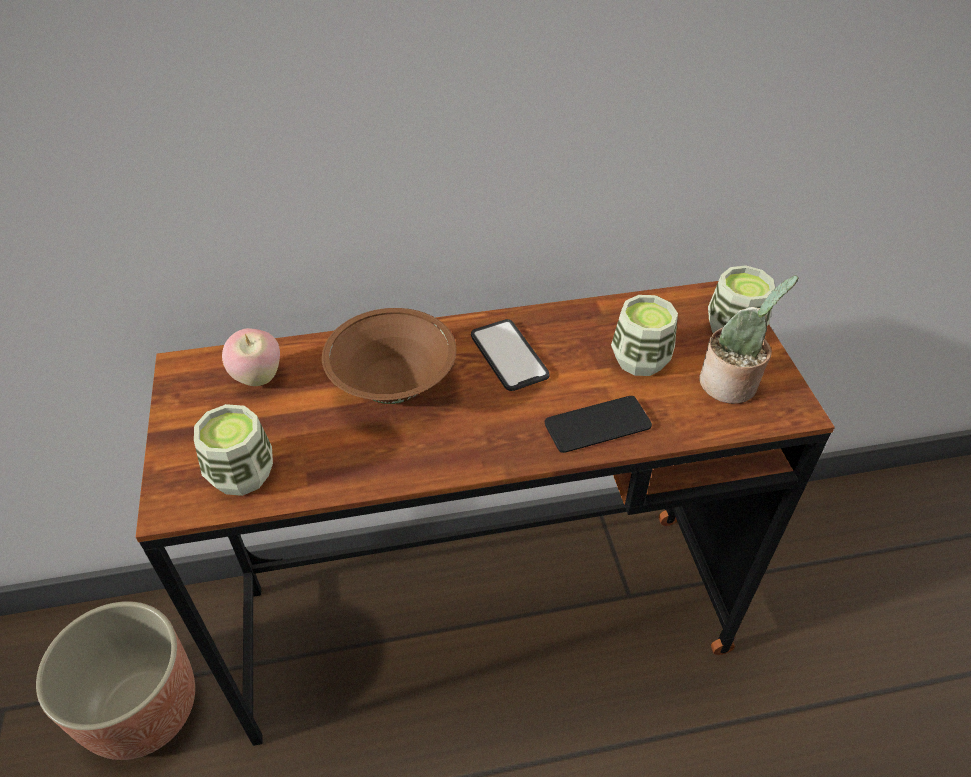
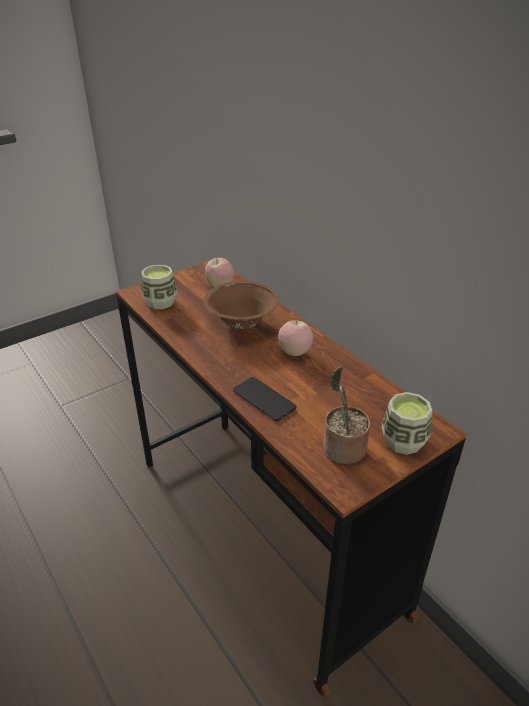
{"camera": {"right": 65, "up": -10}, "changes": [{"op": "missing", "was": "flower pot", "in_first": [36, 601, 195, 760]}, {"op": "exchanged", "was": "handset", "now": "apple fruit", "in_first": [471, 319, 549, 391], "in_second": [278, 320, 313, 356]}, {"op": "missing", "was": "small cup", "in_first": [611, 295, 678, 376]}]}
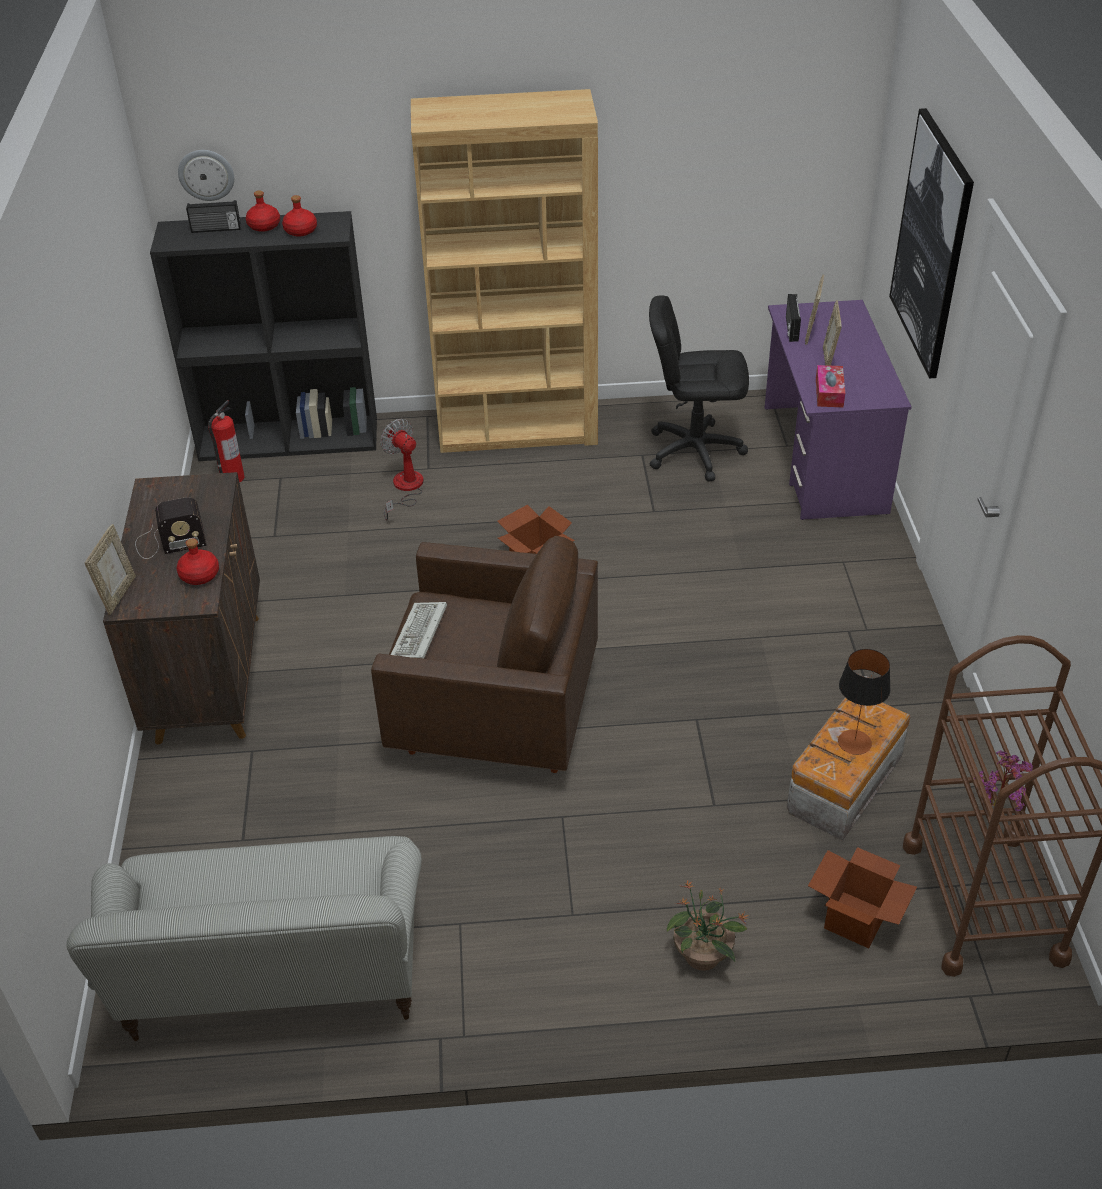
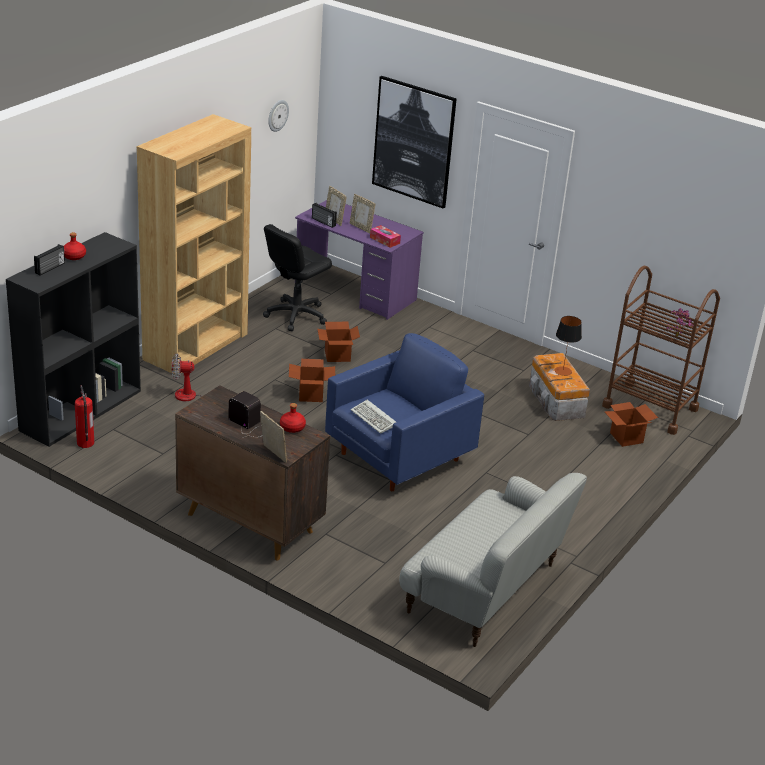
{"camera": {"right": -55, "up": -10}, "changes": [{"op": "spun", "was": "radio set", "in_first": [135, 497, 207, 559], "in_second": [229, 391, 263, 438], "clockwise": -75}, {"op": "relocated", "was": "clock on the wall", "in_first": [178, 150, 234, 201], "in_second": [268, 100, 289, 132]}, {"op": "missing", "was": "red beverage bottle", "in_first": [282, 195, 317, 237]}, {"op": "colour", "was": "brown-coloured lounge chair", "now": "bluish lounge chair", "in_first": [371, 536, 598, 773], "in_second": [325, 333, 484, 491]}, {"op": "missing", "was": "houseplant", "in_first": [667, 880, 749, 971]}, {"op": "appeared", "now": "carton", "in_second": [317, 322, 360, 362]}]}
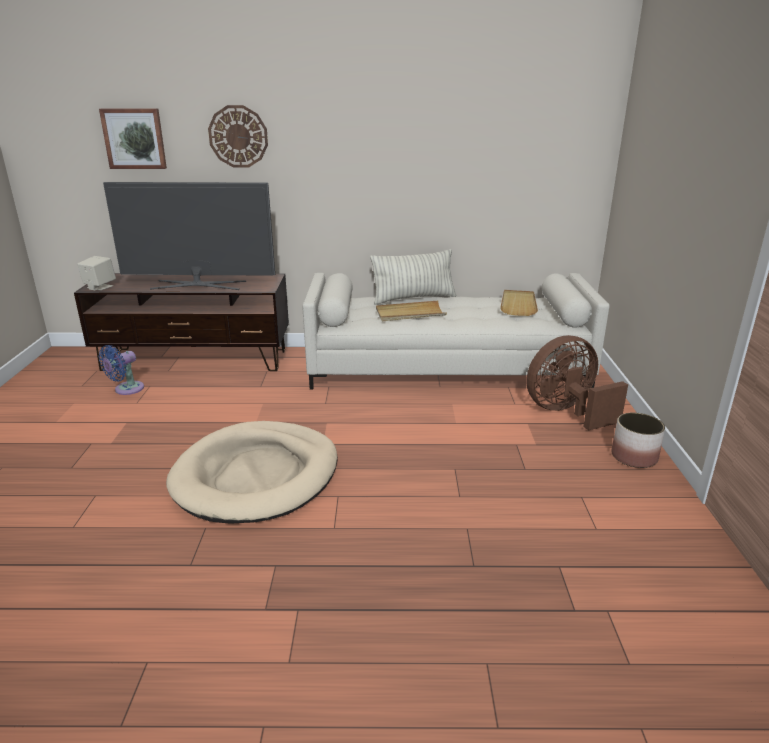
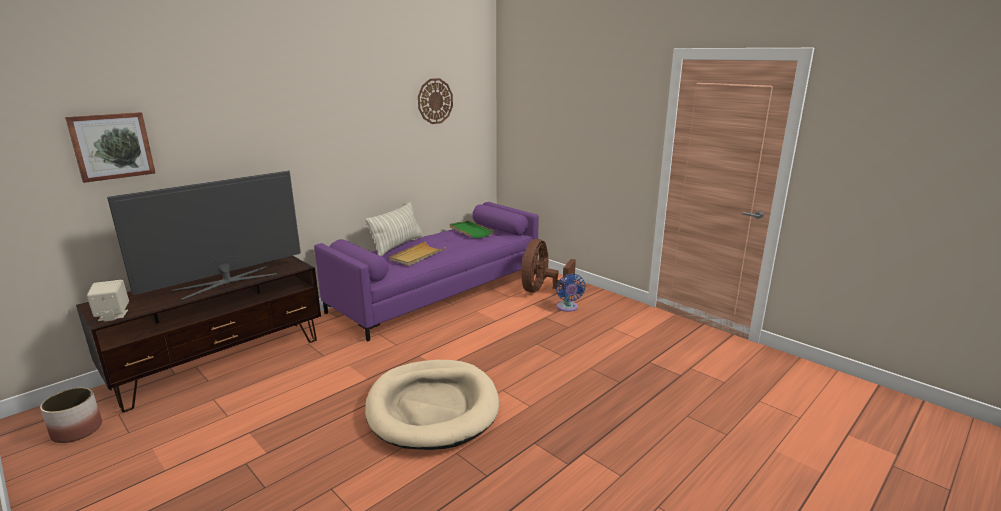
{"camera": {"right": -45, "up": -5}, "changes": [{"op": "relocated", "was": "bluish electric fan", "in_first": [99, 345, 144, 395], "in_second": [556, 274, 585, 312]}, {"op": "relocated", "was": "clock on the wall", "in_first": [208, 105, 268, 168], "in_second": [418, 78, 453, 124]}, {"op": "colour", "was": "sand-coloured sofa", "now": "purple-coloured sofa", "in_first": [303, 273, 609, 390], "in_second": [314, 202, 539, 341]}, {"op": "colour", "was": "sand-coloured tray", "now": "green tray", "in_first": [500, 290, 538, 316], "in_second": [450, 221, 494, 238]}, {"op": "relocated", "was": "flower pot", "in_first": [611, 413, 665, 468], "in_second": [40, 387, 102, 443]}]}
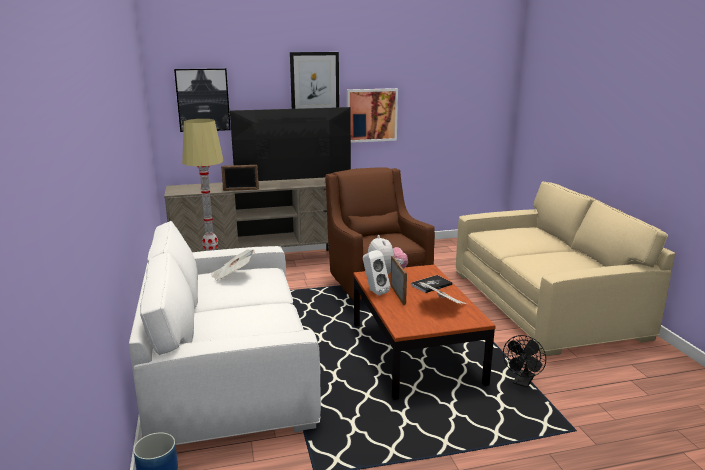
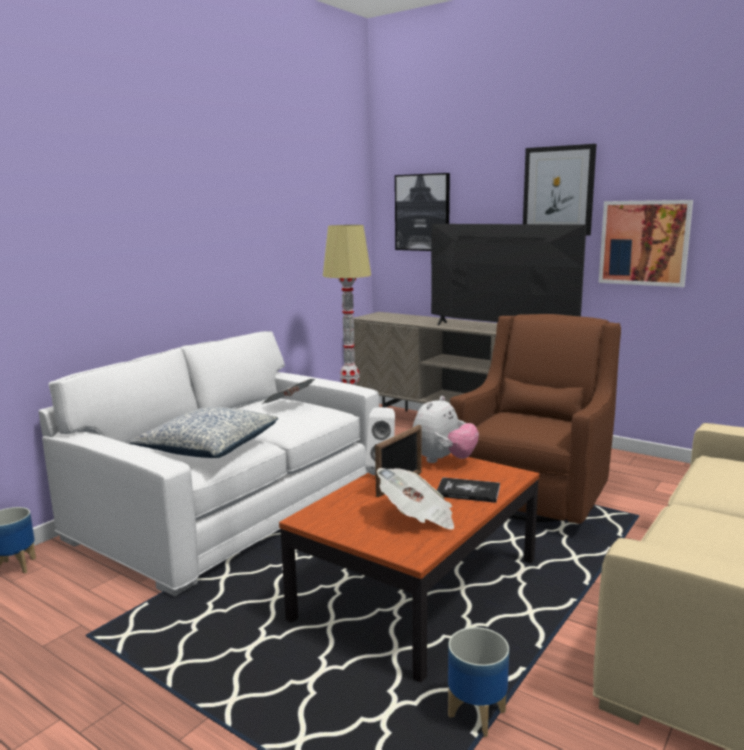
{"camera": {"right": 50, "up": -5}, "changes": [{"op": "missing", "was": "photo frame", "in_first": [221, 165, 259, 191]}, {"op": "exchanged", "was": "black electric fan", "now": "flower pot", "in_first": [503, 335, 546, 388], "in_second": [448, 627, 509, 737]}, {"op": "appeared", "now": "throw pillow", "in_second": [130, 407, 278, 458]}]}
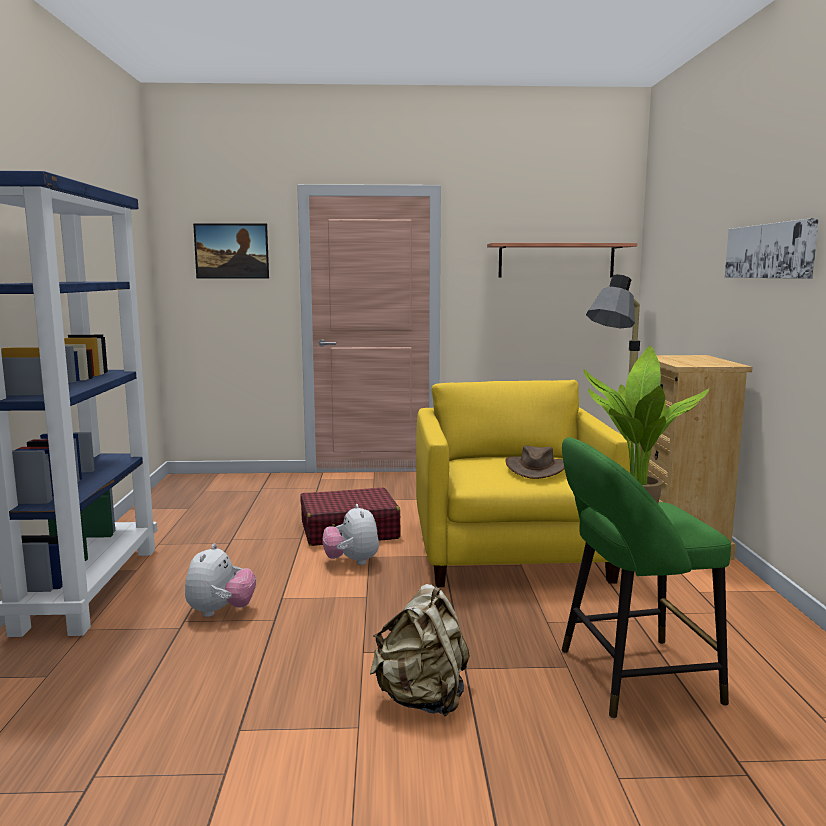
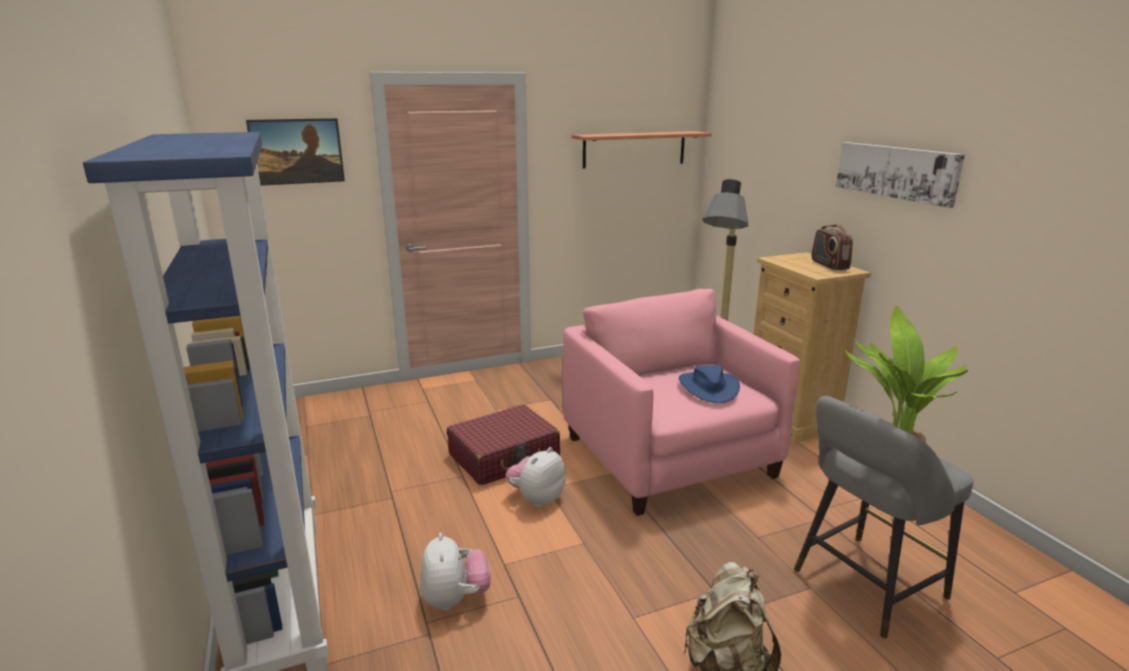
{"camera": {"right": -20, "up": 10}, "changes": [{"op": "spun", "was": "cuddly toy", "in_first": [322, 504, 379, 565], "in_second": [505, 447, 566, 507], "clockwise": 75}, {"op": "colour", "was": "yellow lounge chair", "now": "pinkish lounge chair", "in_first": [416, 380, 631, 587], "in_second": [563, 289, 800, 516]}, {"op": "colour", "was": "brown-coloured hat", "now": "bluish hat", "in_first": [505, 445, 564, 479], "in_second": [679, 365, 740, 403]}, {"op": "colour", "was": "green stool seat", "now": "gray stool seat", "in_first": [562, 437, 731, 718], "in_second": [794, 396, 973, 639]}, {"op": "appeared", "now": "radio set", "in_second": [812, 224, 853, 270]}]}
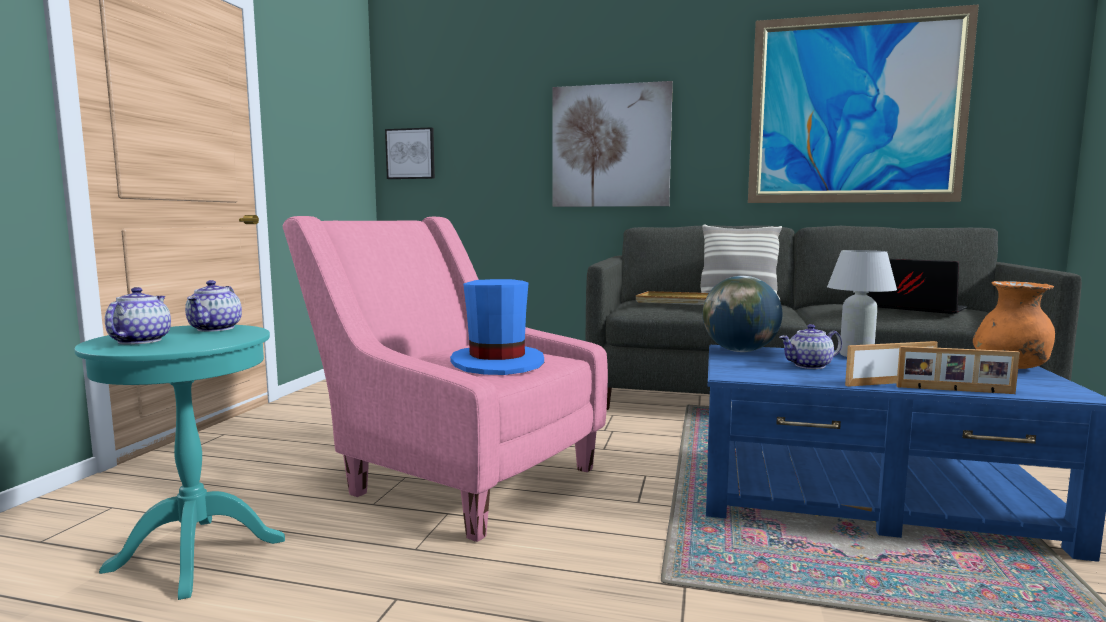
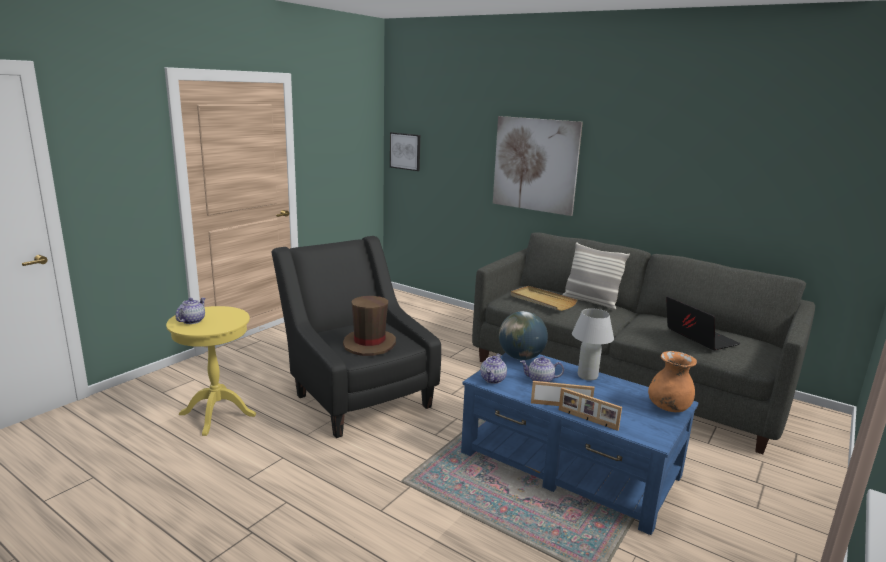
{"camera": {"right": 20, "up": 10}, "changes": [{"op": "colour", "was": "blue-green end table", "now": "yellow end table", "in_first": [75, 325, 285, 600], "in_second": [166, 306, 256, 436]}, {"op": "relocated", "was": "tea pot", "in_first": [185, 280, 242, 332], "in_second": [480, 354, 507, 384]}, {"op": "colour", "was": "pinkish lounge chair", "now": "black lounge chair", "in_first": [283, 216, 608, 542], "in_second": [272, 236, 441, 438]}, {"op": "colour", "was": "bluish hat", "now": "brown-coloured hat", "in_first": [450, 279, 544, 375], "in_second": [343, 296, 396, 356]}, {"op": "missing", "was": "wall art", "in_first": [748, 4, 979, 203]}]}
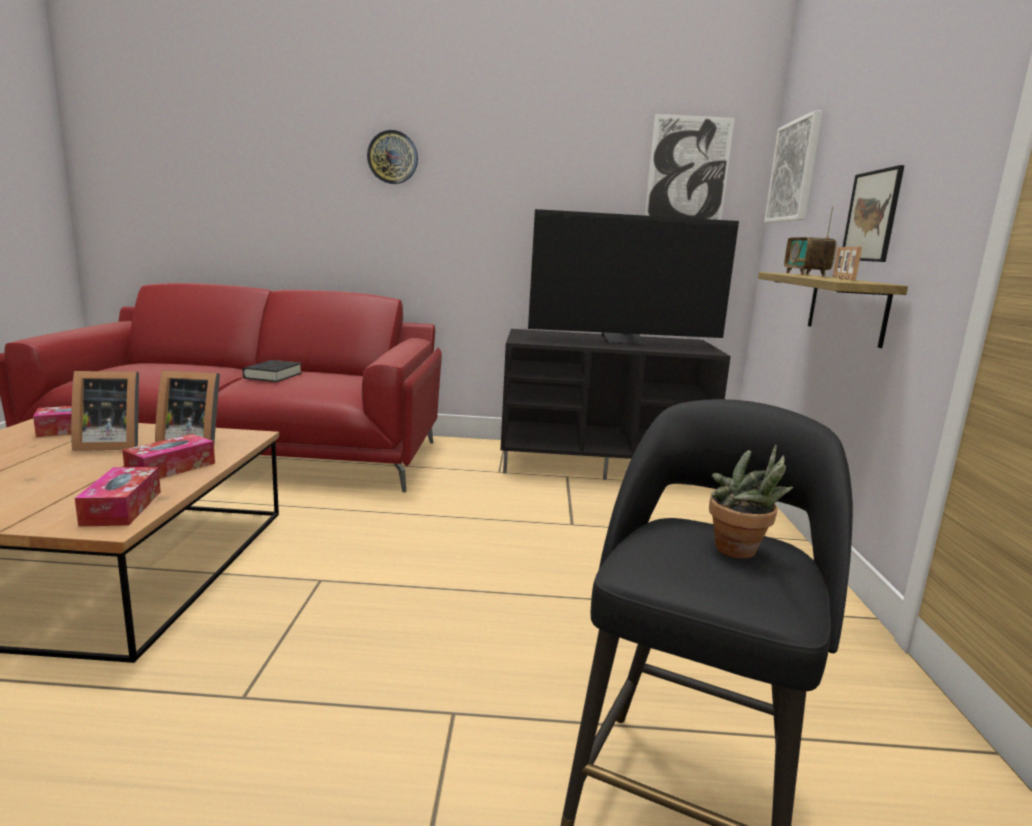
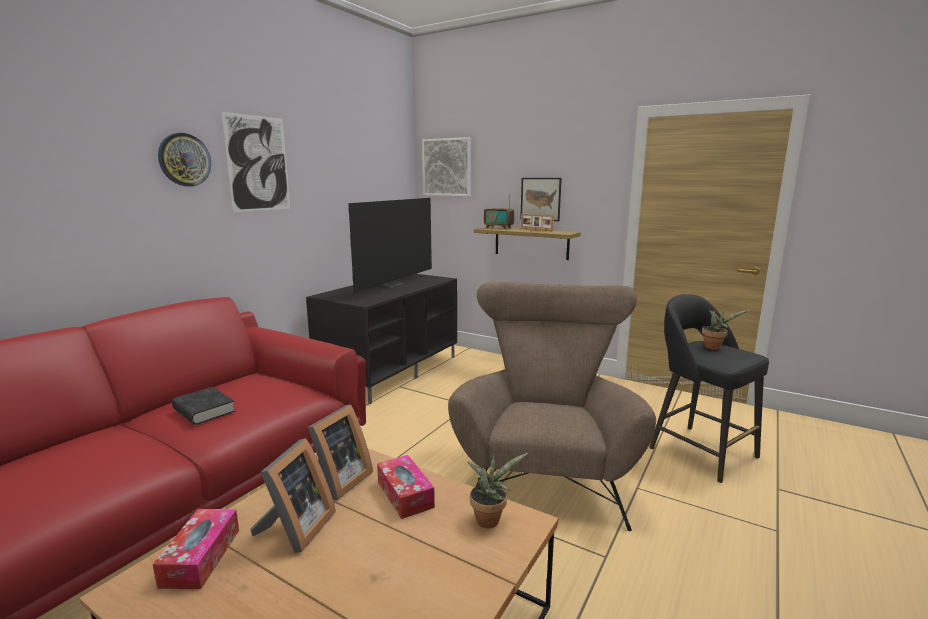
{"camera": {"right": -60, "up": 0}, "changes": [{"op": "exchanged", "was": "tissue box", "now": "houseplant", "in_first": [75, 467, 161, 527], "in_second": [467, 453, 528, 529]}, {"op": "relocated", "was": "wall art", "in_first": [645, 114, 734, 220], "in_second": [221, 112, 290, 212]}, {"op": "appeared", "now": "brown-coloured lounge chair", "in_second": [448, 282, 656, 531]}]}
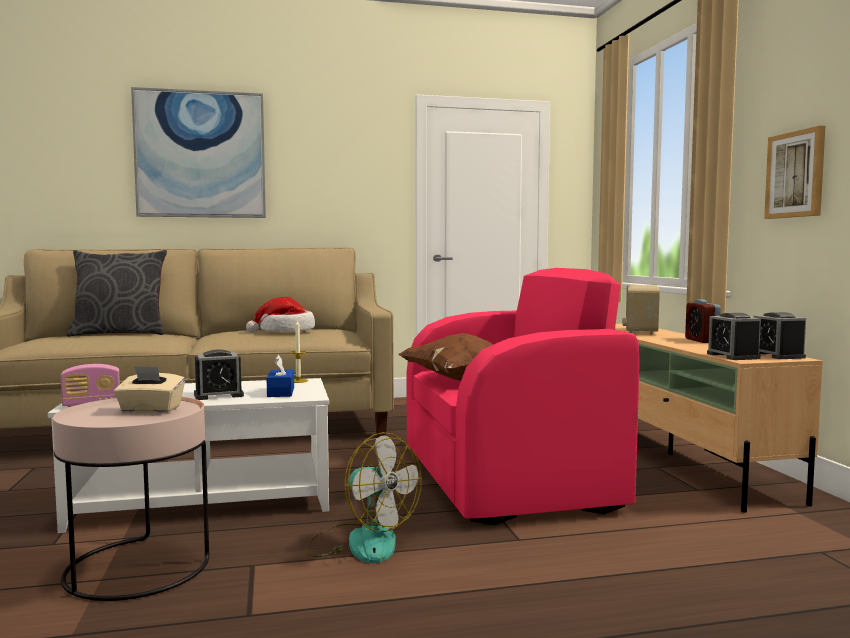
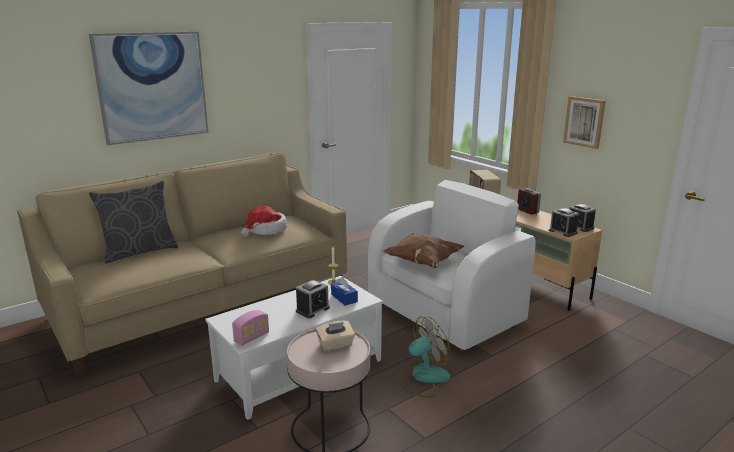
{"camera": {"right": -25, "up": 15}, "changes": [{"op": "spun", "was": "electric fan", "in_first": [306, 432, 422, 563], "in_second": [396, 316, 451, 398], "clockwise": -45}, {"op": "colour", "was": "pinkish lounge chair", "now": "white-coloured lounge chair", "in_first": [407, 268, 639, 525], "in_second": [368, 180, 536, 350]}]}
